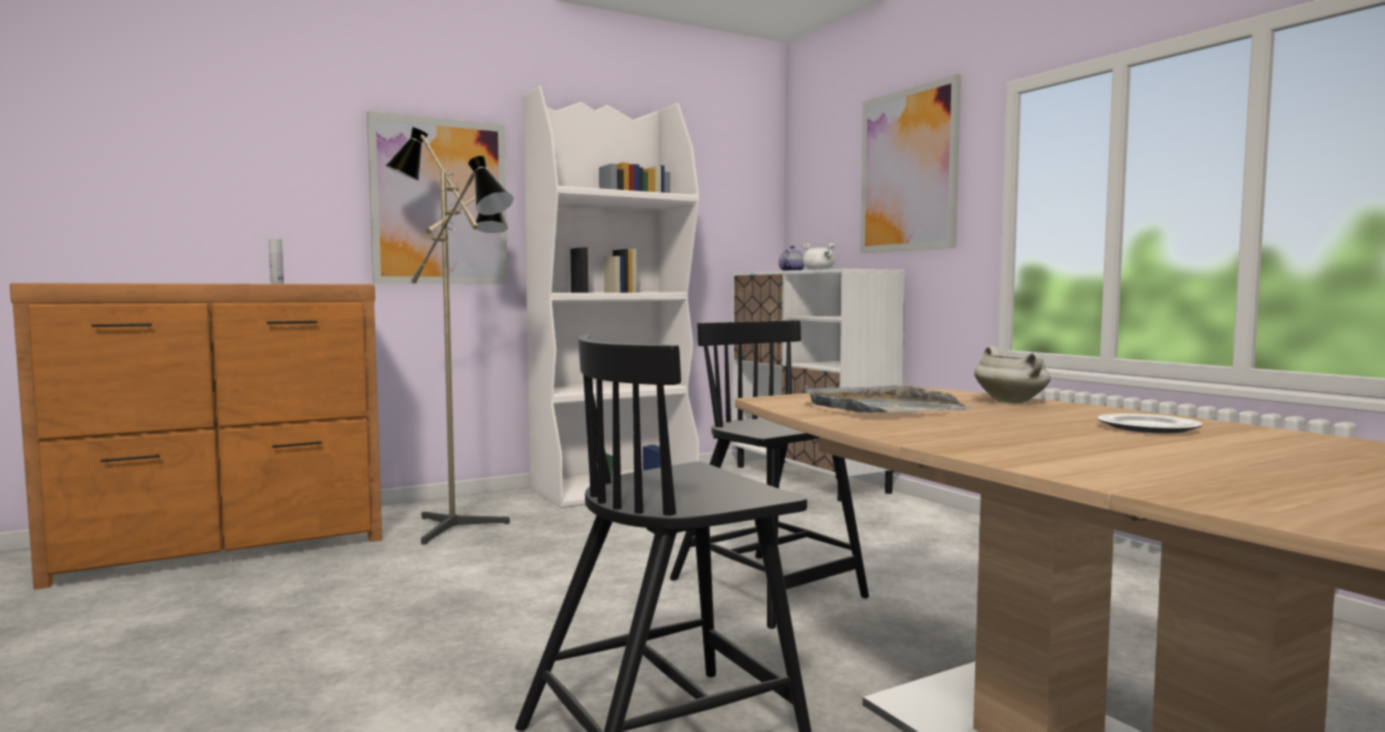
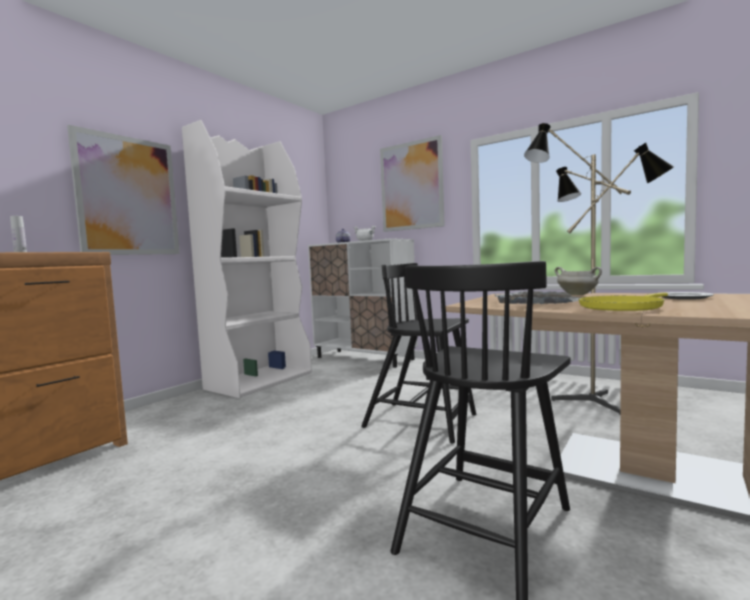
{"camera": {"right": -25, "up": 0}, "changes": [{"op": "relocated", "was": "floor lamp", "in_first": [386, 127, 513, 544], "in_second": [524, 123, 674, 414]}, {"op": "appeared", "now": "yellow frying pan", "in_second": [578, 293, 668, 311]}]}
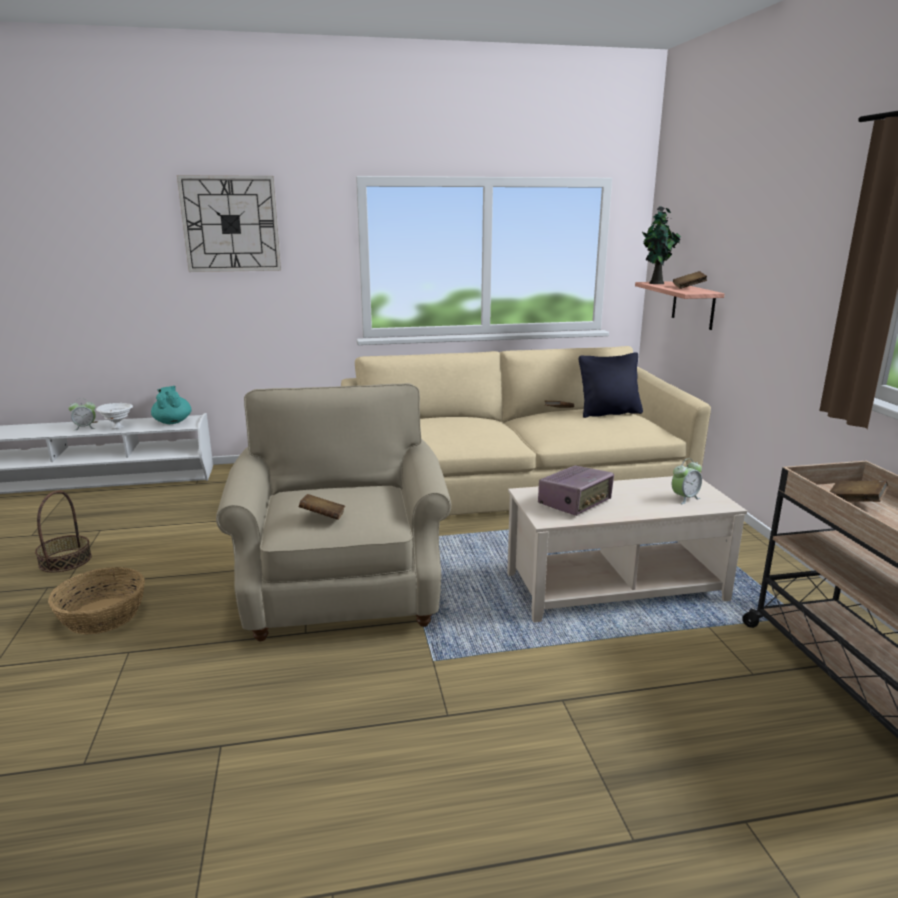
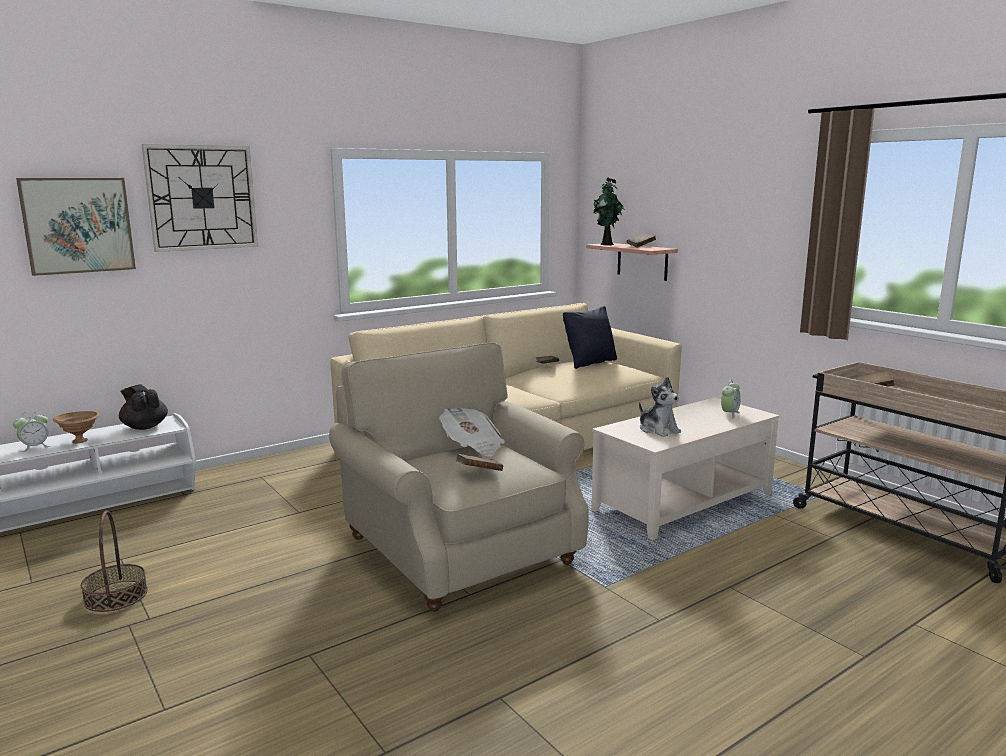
{"camera": {"right": -25, "up": -5}, "changes": [{"op": "missing", "was": "basket", "in_first": [48, 567, 145, 634]}, {"op": "colour", "was": "white-coloured deep dish", "now": "brown-coloured deep dish", "in_first": [96, 403, 133, 429], "in_second": [53, 411, 100, 444]}, {"op": "colour", "was": "blue-green tea pot", "now": "black tea pot", "in_first": [151, 386, 192, 424], "in_second": [119, 384, 168, 430]}, {"op": "exchanged", "was": "radio set", "now": "cuddly toy", "in_first": [538, 466, 614, 516], "in_second": [639, 377, 681, 437]}, {"op": "appeared", "now": "wall art", "in_second": [16, 178, 136, 276]}, {"op": "appeared", "now": "daily paper", "in_second": [439, 408, 505, 457]}]}
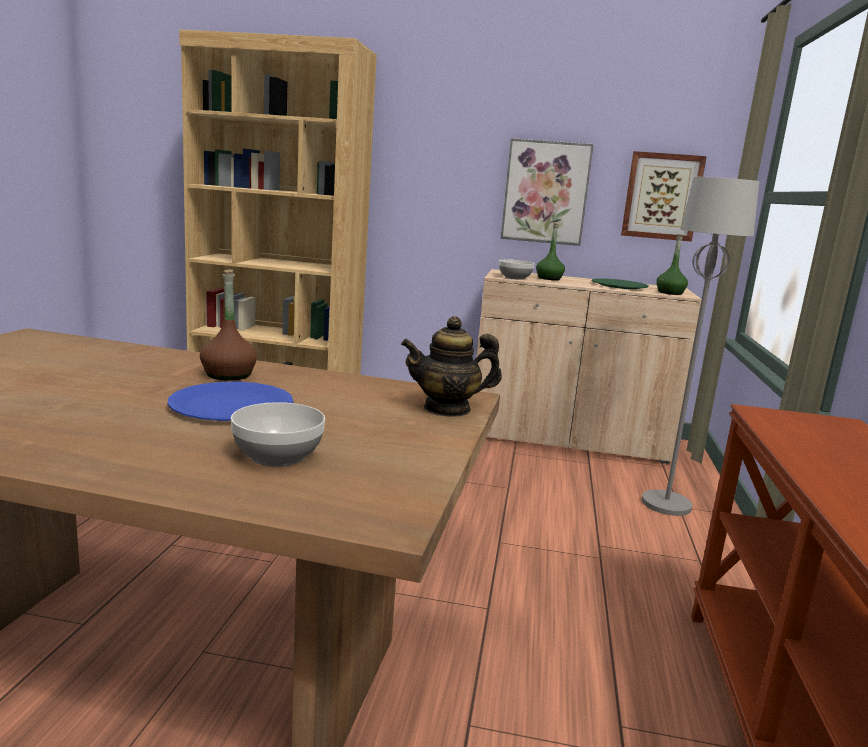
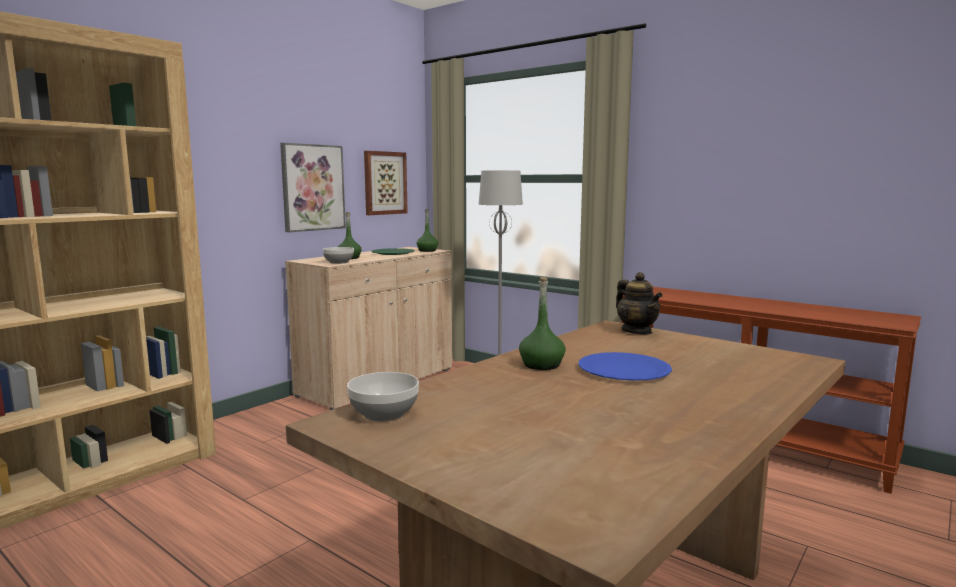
{"camera": {"right": -60, "up": -5}, "changes": [{"op": "colour", "was": "brown-coloured beverage bottle", "now": "green beverage bottle", "in_first": [200, 269, 257, 381], "in_second": [519, 277, 566, 370]}, {"op": "relocated", "was": "deep dish", "in_first": [231, 402, 325, 467], "in_second": [347, 372, 419, 421]}, {"op": "spun", "was": "tea pot", "in_first": [401, 316, 502, 417], "in_second": [616, 272, 663, 334], "clockwise": -45}]}
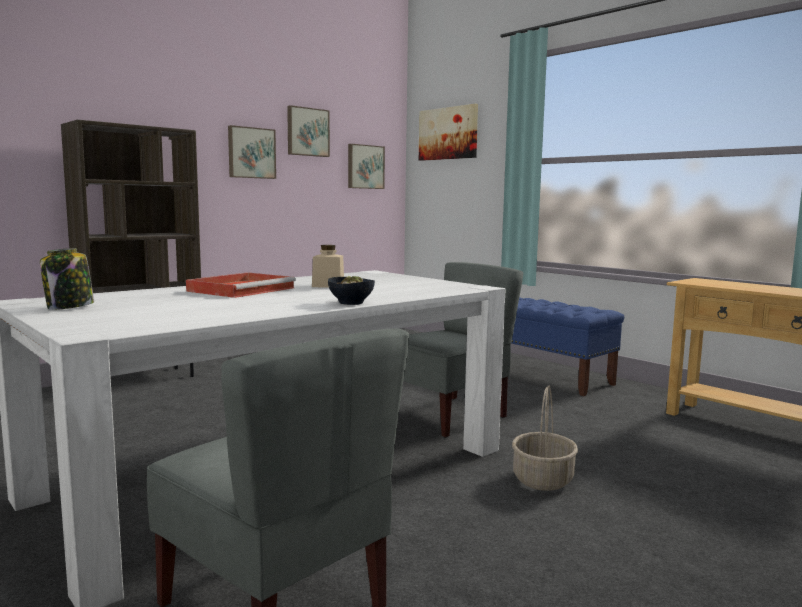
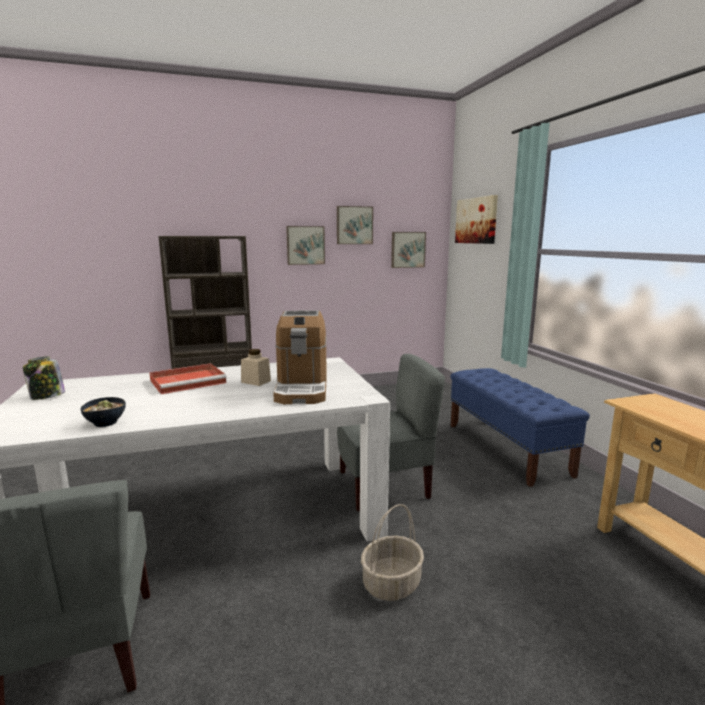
{"camera": {"right": 25, "up": 5}, "changes": [{"op": "relocated", "was": "deep dish", "in_first": [328, 276, 375, 305], "in_second": [80, 397, 126, 427]}, {"op": "appeared", "now": "coffee brewer", "in_second": [273, 310, 327, 404]}]}
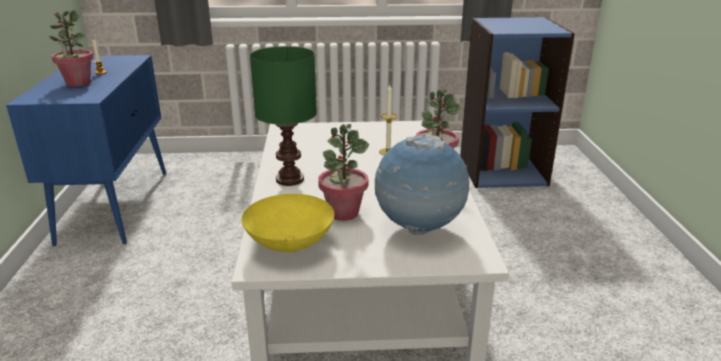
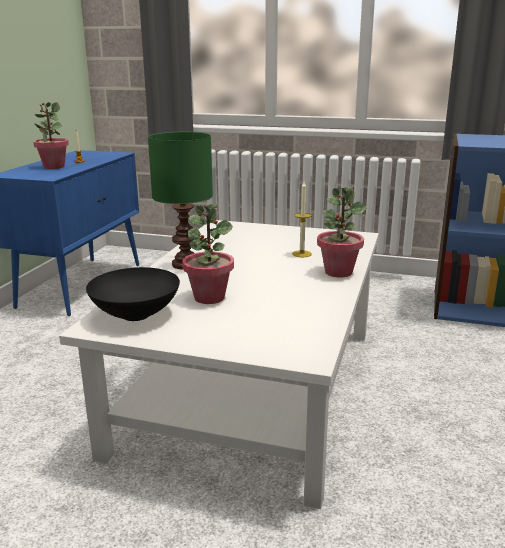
{"camera": {"right": 20, "up": -5}, "changes": [{"op": "colour", "was": "yellow deep dish", "now": "black deep dish", "in_first": [242, 194, 334, 252], "in_second": [86, 267, 180, 321]}, {"op": "missing", "was": "globe", "in_first": [374, 133, 469, 235]}]}
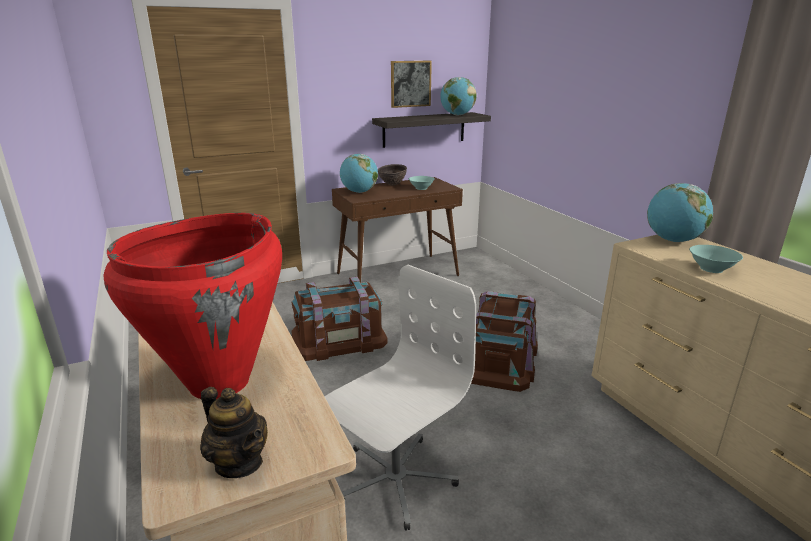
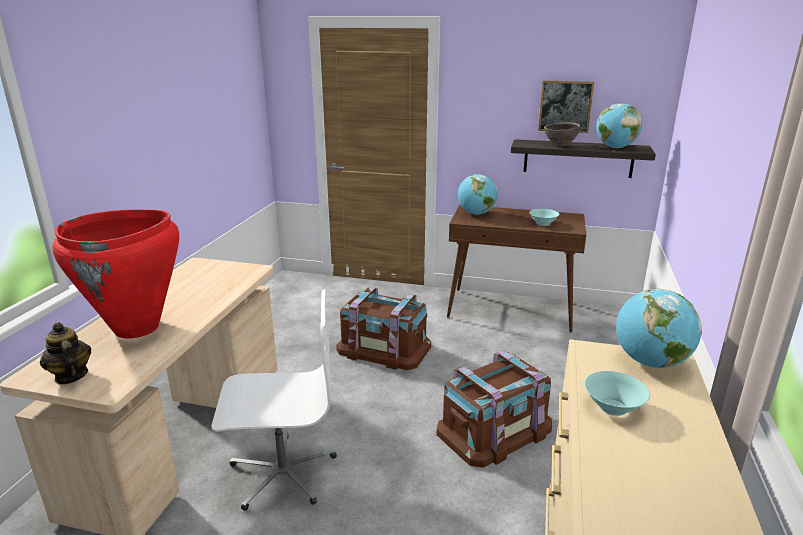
{"camera": {"right": 40, "up": 0}, "changes": [{"op": "spun", "was": "tea pot", "in_first": [200, 387, 268, 478], "in_second": [40, 322, 91, 384], "clockwise": 150}, {"op": "relocated", "was": "brown-coloured deep dish", "in_first": [378, 164, 407, 186], "in_second": [544, 122, 580, 146]}]}
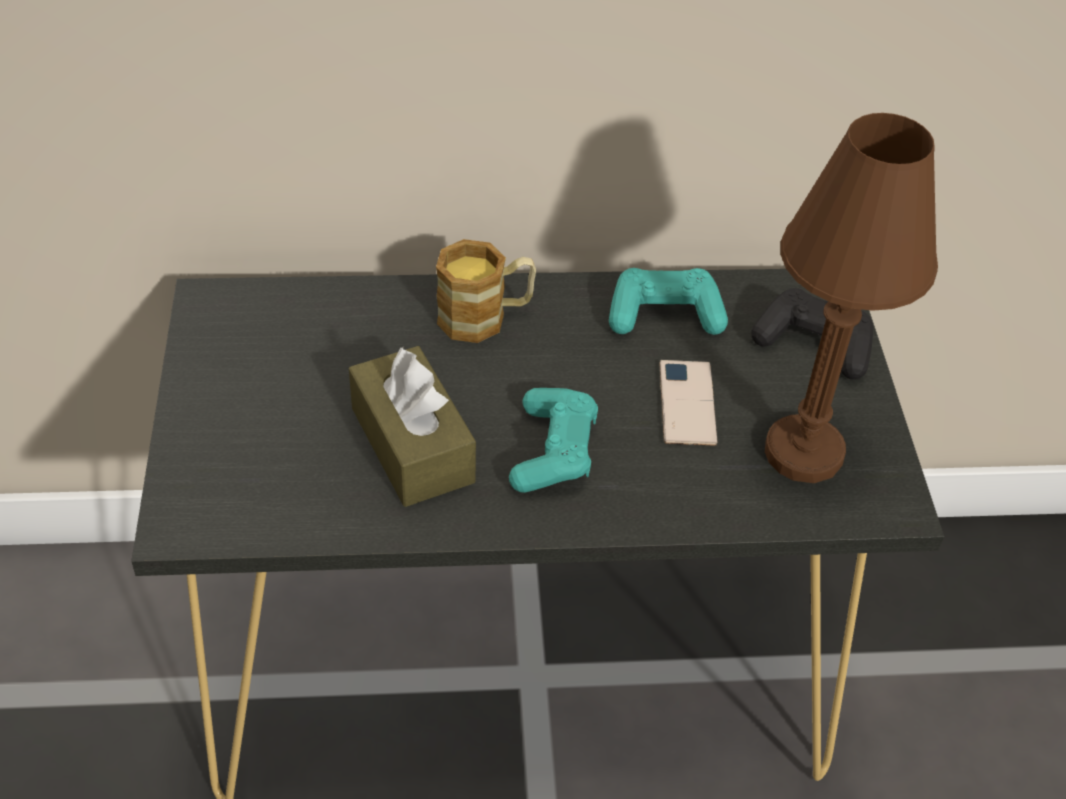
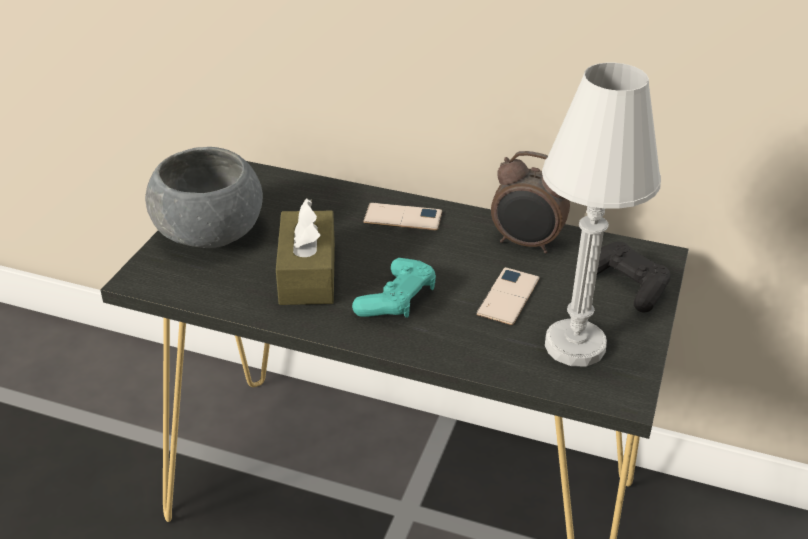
{"camera": {"right": 25, "up": -10}, "changes": [{"op": "exchanged", "was": "mug", "now": "handset", "in_first": [436, 239, 536, 343], "in_second": [363, 203, 442, 231]}, {"op": "exchanged", "was": "blue-green joypad", "now": "table clock", "in_first": [609, 268, 728, 335], "in_second": [491, 151, 570, 253]}, {"op": "colour", "was": "brown-coloured table lamp", "now": "white-coloured table lamp", "in_first": [765, 113, 938, 483], "in_second": [542, 63, 661, 367]}, {"op": "appeared", "now": "gray deep dish", "in_second": [145, 147, 263, 248]}]}
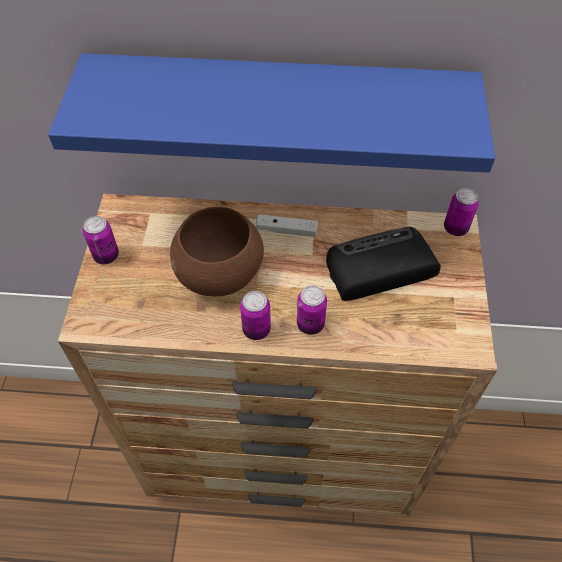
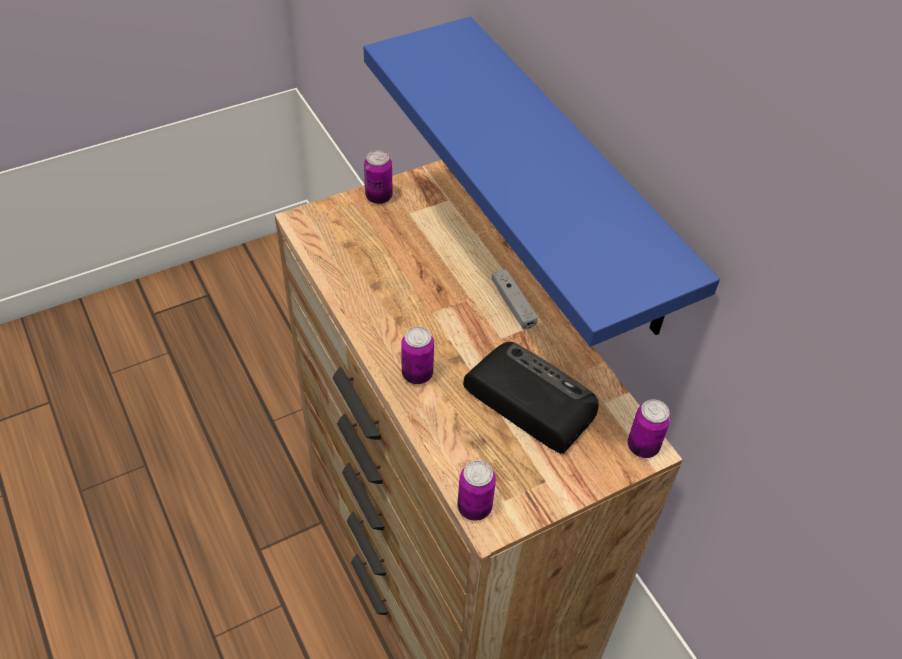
{"camera": {"right": 55, "up": -5}, "changes": [{"op": "missing", "was": "brown-coloured deep dish", "in_first": [170, 207, 264, 296]}, {"op": "relocated", "was": "sealed can", "in_first": [240, 291, 271, 340], "in_second": [457, 460, 496, 521]}]}
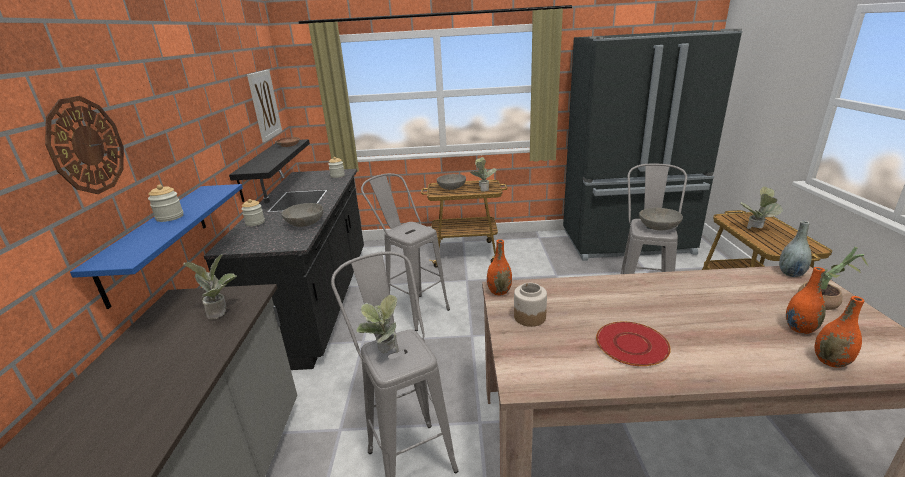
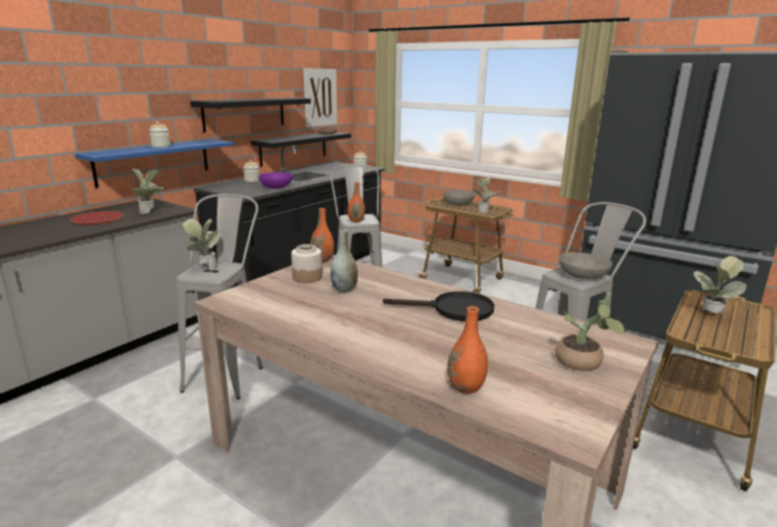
{"camera": {"right": 35, "up": -5}, "changes": [{"op": "missing", "was": "clock on the wall", "in_first": [45, 96, 124, 194]}, {"op": "colour", "was": "gray deep dish", "now": "purple-coloured deep dish", "in_first": [281, 203, 323, 227], "in_second": [258, 172, 293, 188]}, {"op": "relocated", "was": "red flat dish", "in_first": [596, 321, 671, 366], "in_second": [70, 211, 123, 225]}, {"op": "relocated", "was": "gray flower vase", "in_first": [779, 221, 812, 277], "in_second": [330, 230, 358, 292]}, {"op": "relocated", "was": "orange flower vase", "in_first": [786, 267, 826, 334], "in_second": [347, 182, 365, 223]}, {"op": "appeared", "now": "black wall shelf", "in_second": [190, 97, 311, 132]}, {"op": "appeared", "now": "black frying pan", "in_second": [383, 291, 495, 321]}]}
